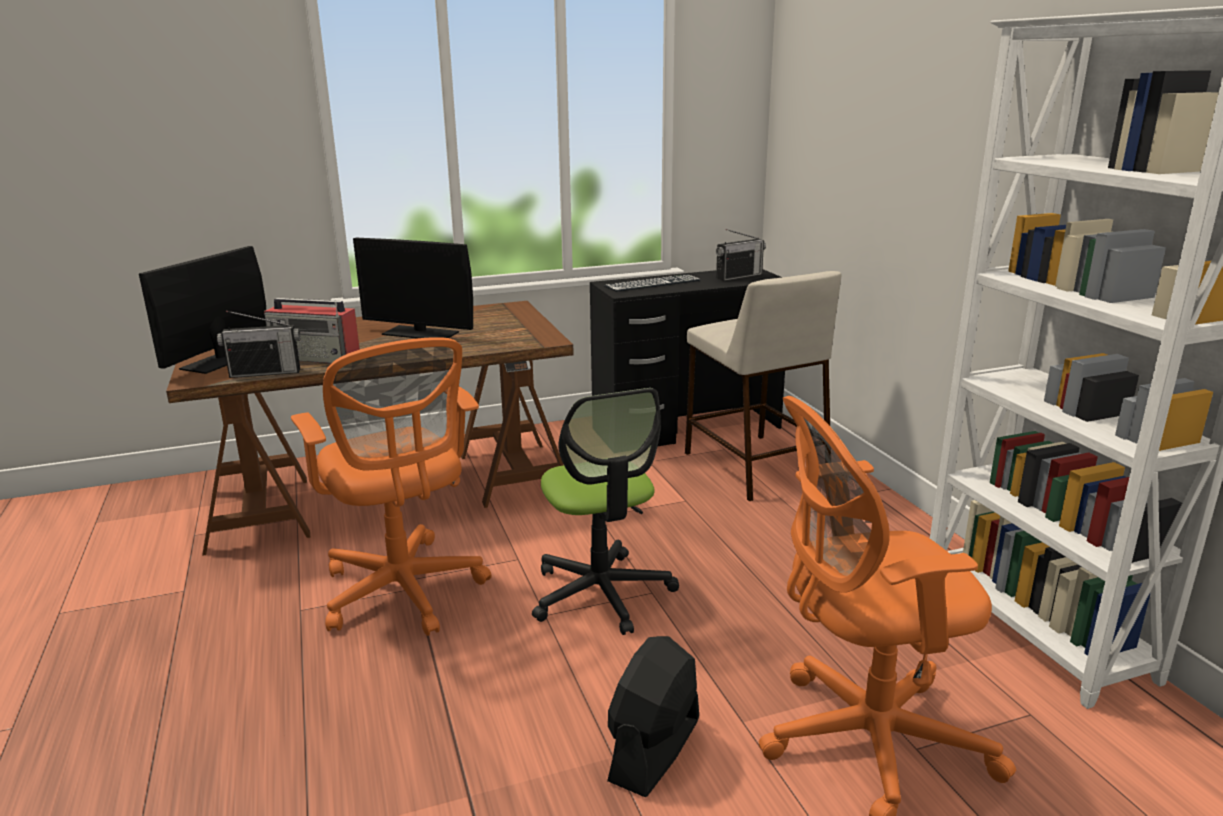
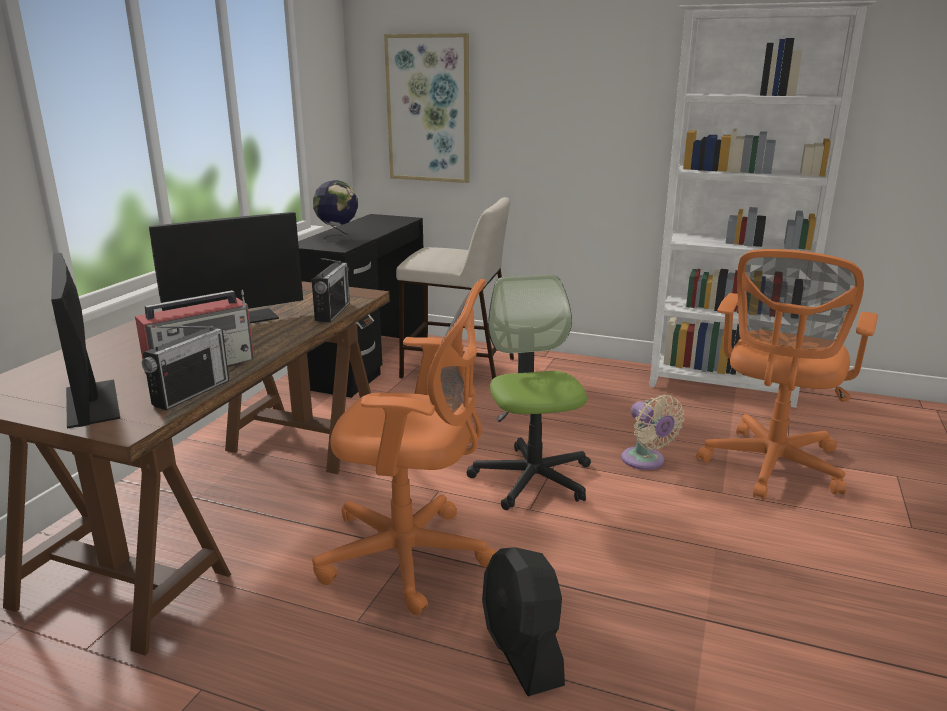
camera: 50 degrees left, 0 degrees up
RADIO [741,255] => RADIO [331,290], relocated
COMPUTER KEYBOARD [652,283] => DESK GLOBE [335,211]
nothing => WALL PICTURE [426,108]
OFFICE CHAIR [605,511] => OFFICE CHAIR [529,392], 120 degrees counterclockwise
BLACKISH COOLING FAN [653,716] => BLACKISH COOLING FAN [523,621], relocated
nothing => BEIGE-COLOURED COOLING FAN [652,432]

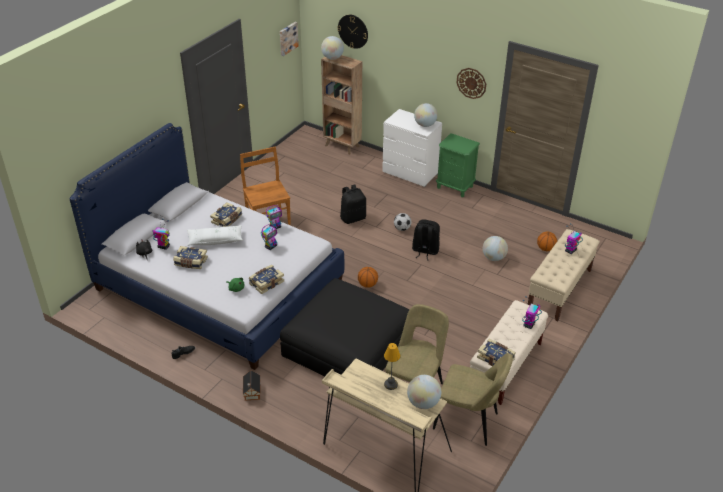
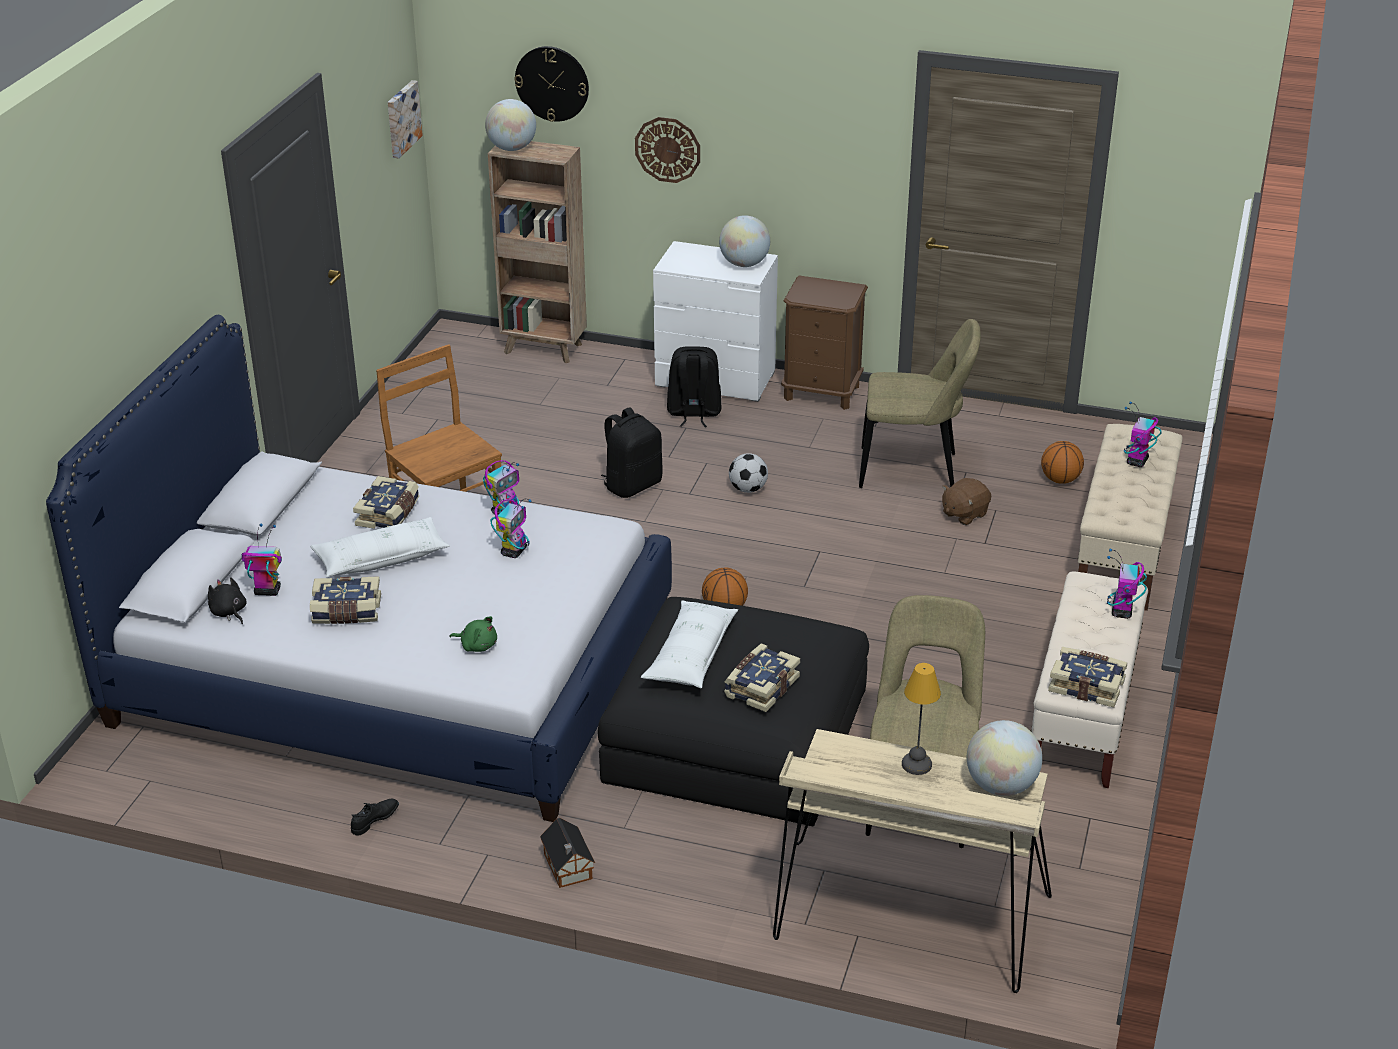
camera: 15 degrees left, 5 degrees down
WALL CLOCK [471,83] => WALL CLOCK [667,150], relocated
nothing => WHITISH CUSHION [689,644]
BLACKISH KNAPSACK [426,240] => BLACKISH KNAPSACK [694,386], relocated
VOLUME [266,279] => VOLUME [762,677], relocated
GREEN BEDSIDE TABLE [458,165] => BROWNISH BEDSIDE TABLE [824,343]
BEIGE-COLOURED PLAIN CHAIR [473,399] => BEIGE-COLOURED PLAIN CHAIR [920,403], relocated
DESK GLOBE [495,248] => BROWNISH CUDDLY TOY [966,501]

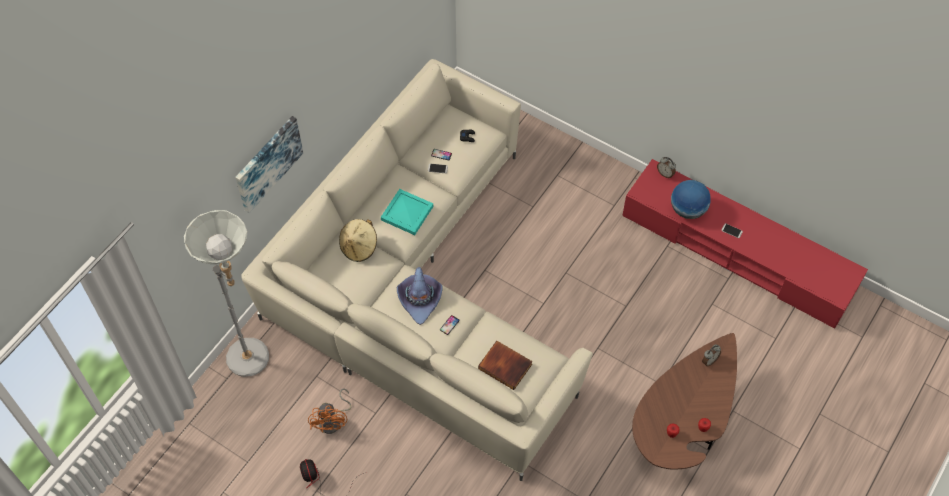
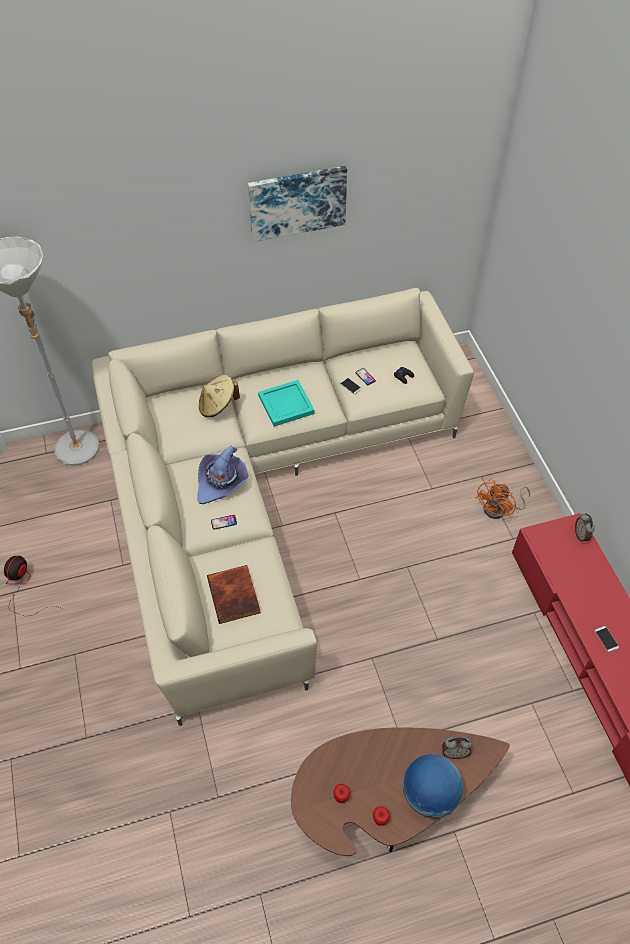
camera: 40 degrees right, 5 degrees down
WALL PICTURE [269,164] => WALL PICTURE [297,204], relocated
DESK GLOBE [691,199] => DESK GLOBE [433,786], relocated
ORANGE-COLOURED COOLING FAN [329,411] => ORANGE-COLOURED COOLING FAN [502,499], relocated

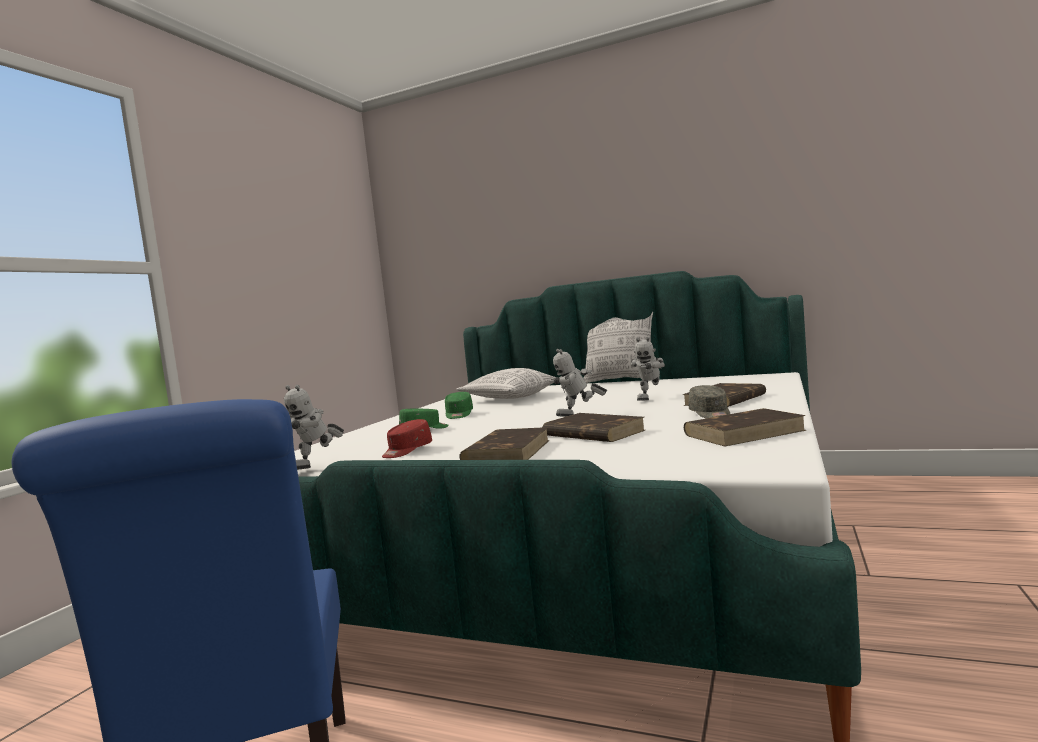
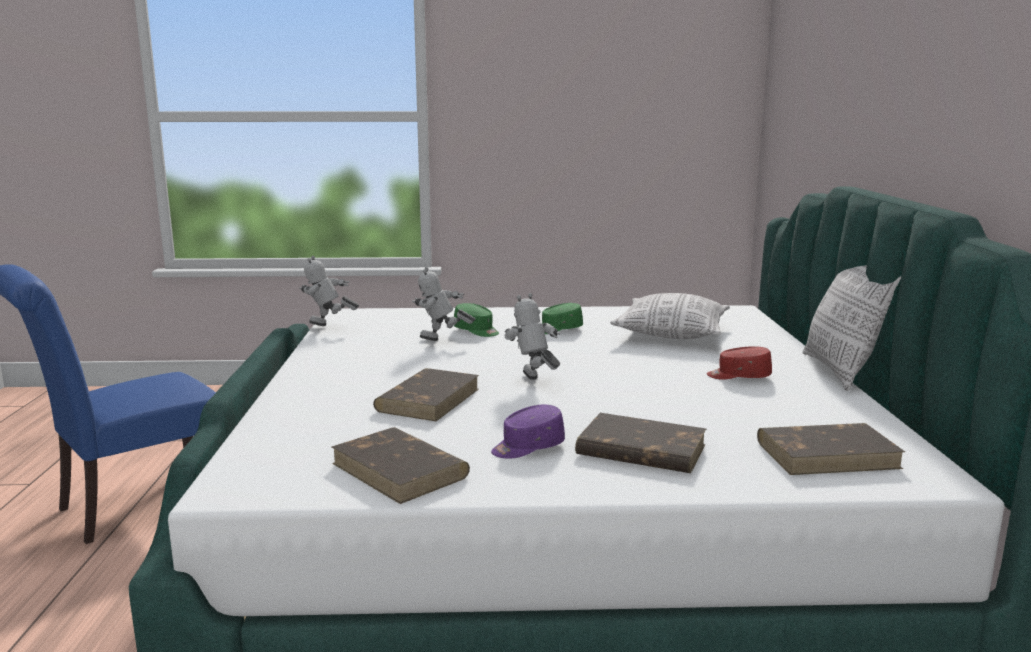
camera: 65 degrees right, 10 degrees up
TOY ROBOT [648,369] => TOY ROBOT [443,304], relocated
GREY PEAKED CAP [709,401] => PURPLE PEAKED CAP [528,432]
RED-COLOURED PEAKED CAP [407,438] => RED-COLOURED PEAKED CAP [739,363], relocated
BROWNISH VOLUME [504,443] => BROWNISH VOLUME [831,449], relocated

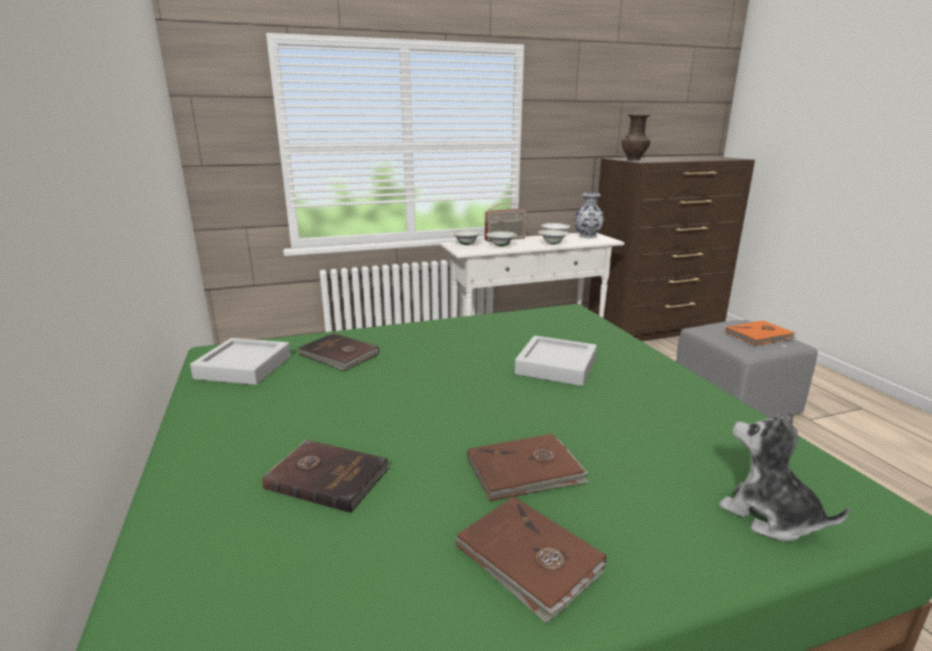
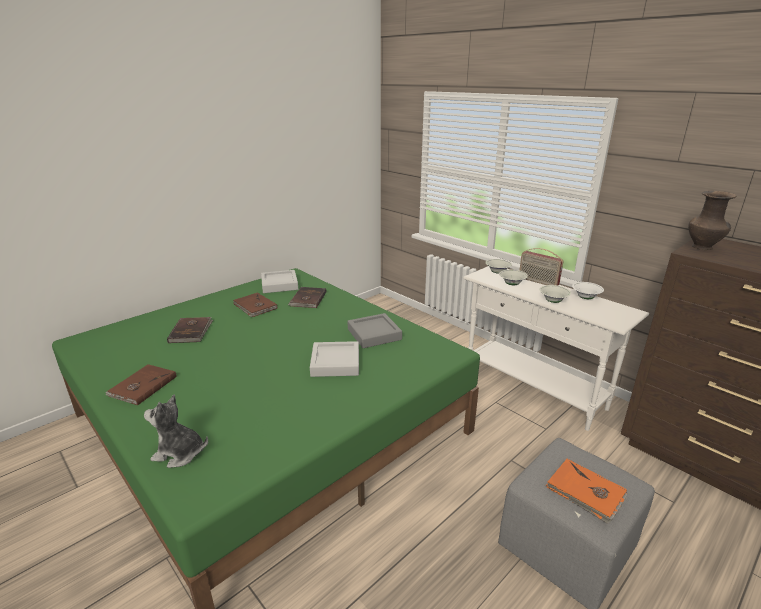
camera: 65 degrees right, 5 degrees up
CUDDLY TOY [784,477] => CUDDLY TOY [176,431], 105 degrees counterclockwise
BROWNISH VOLUME [527,468] => BROWNISH VOLUME [255,304], relocated
nothing => GREY TRAY [375,330]
FLOWER VASE [589,215] => nothing

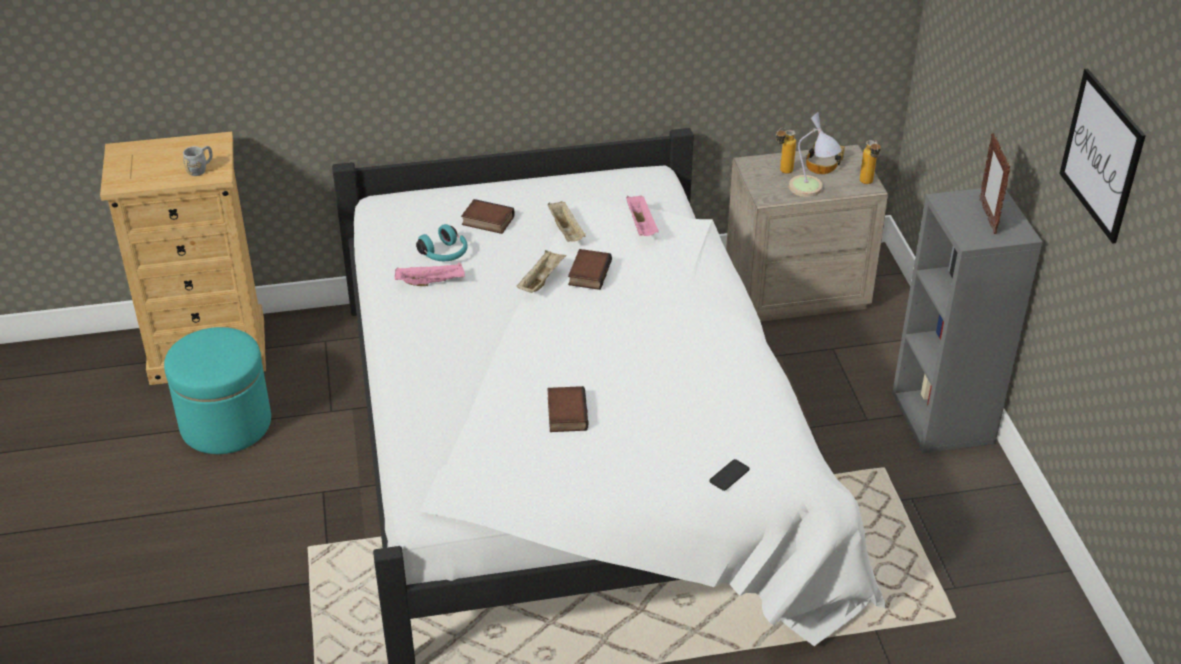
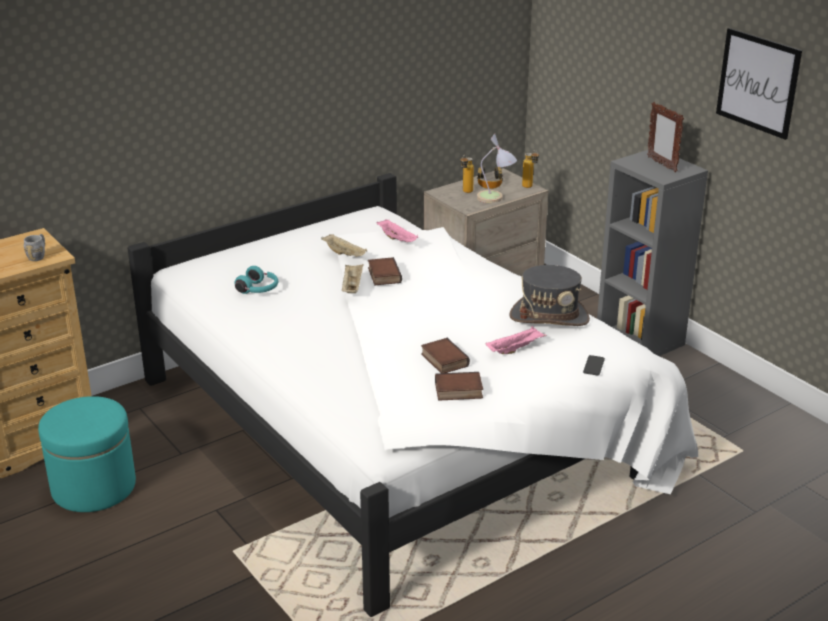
camera: 25 degrees left, 10 degrees down
VOLUME [488,216] => VOLUME [459,386], relocated
PINKISH TRAY [430,274] => PINKISH TRAY [516,340], relocated
nothing => GREY HAT [549,295]

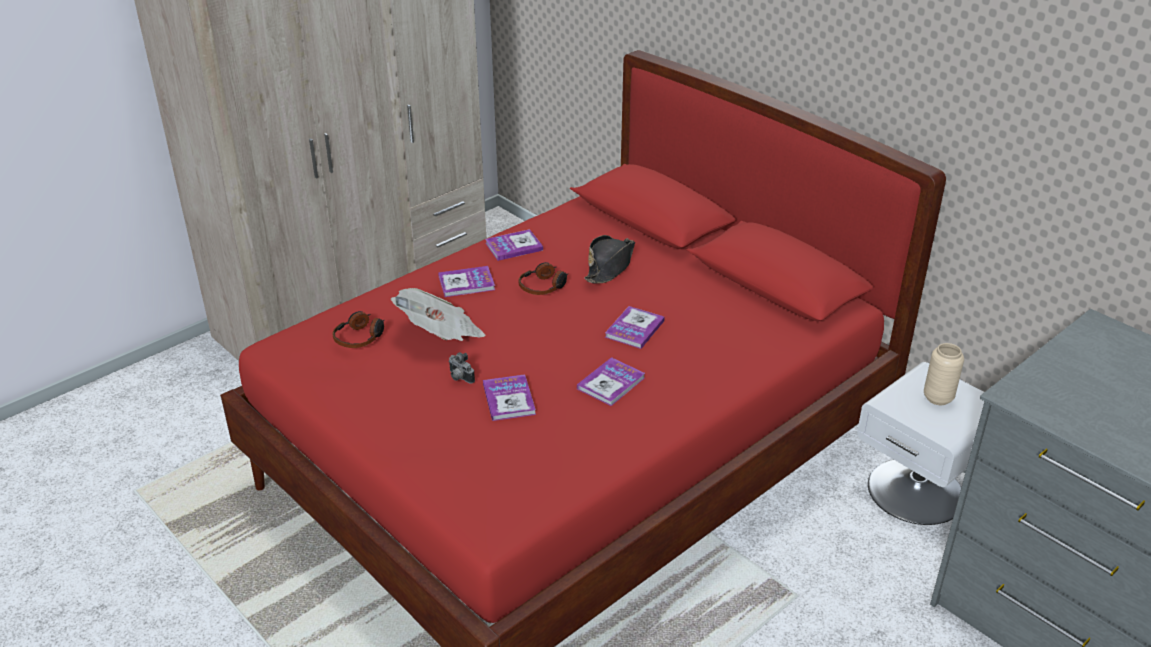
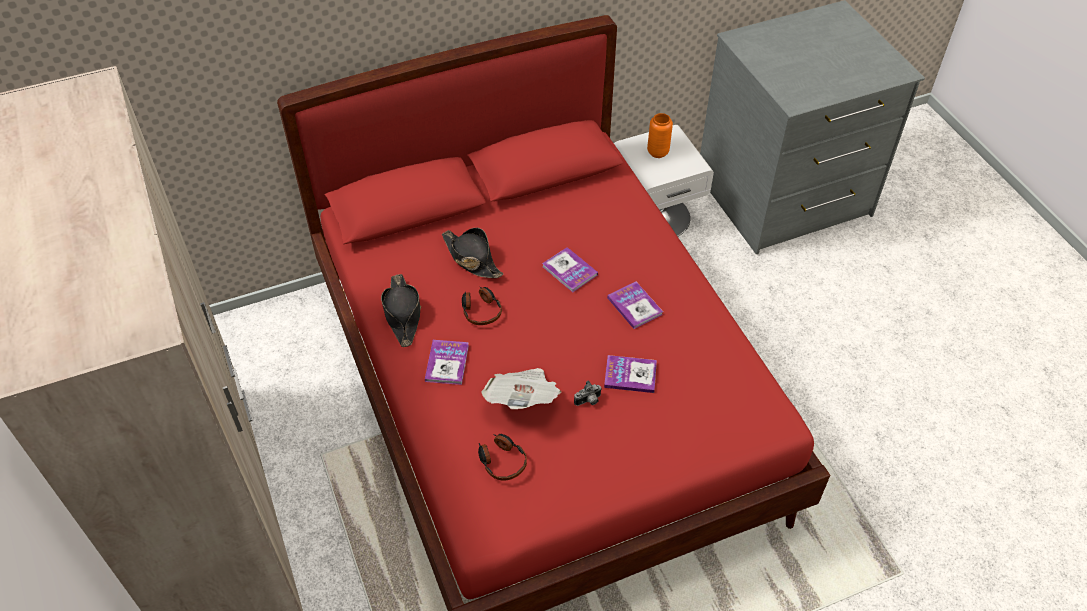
camera: 70 degrees left, 15 degrees up
VOLUME [514,245] => BLACKISH HAT [401,310]
BEIGE-COLOURED FLOWER VASE [944,374] => ORANGE-COLOURED FLOWER VASE [660,135]

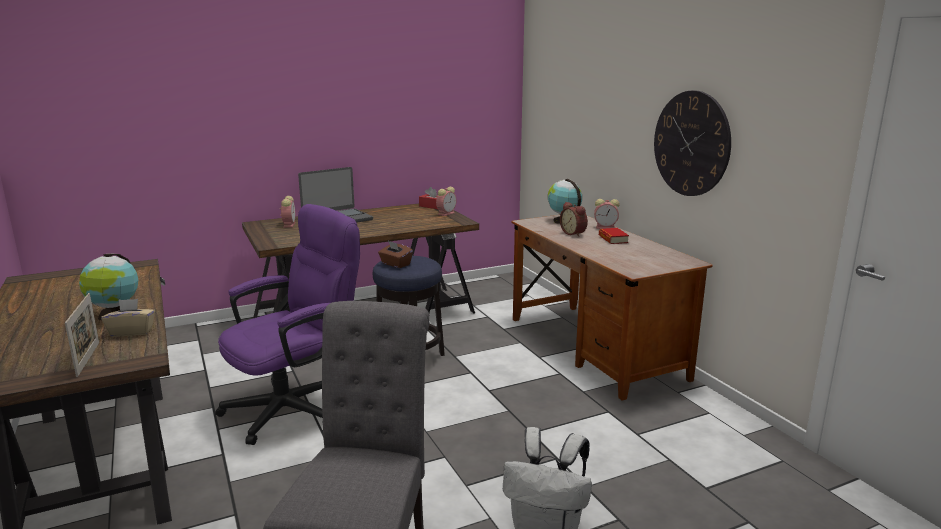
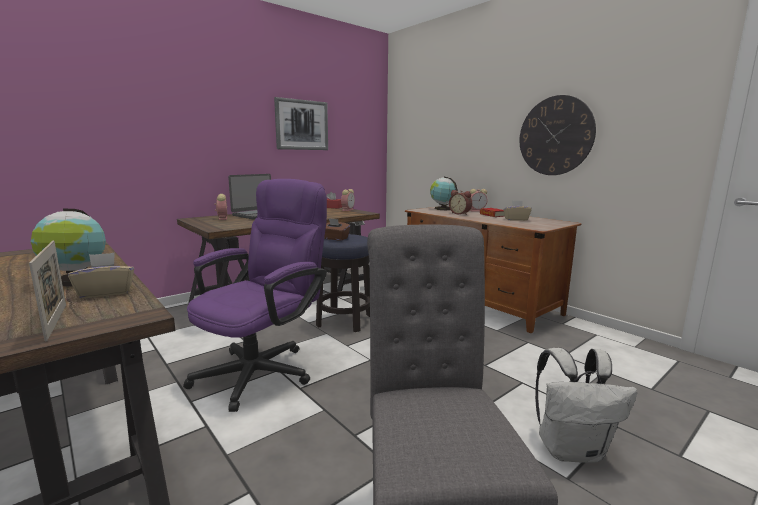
camera: 15 degrees left, 5 degrees down
nothing => WALL PICTURE [301,123]
nothing => BEIGE-COLOURED TISSUE BOX [517,210]

